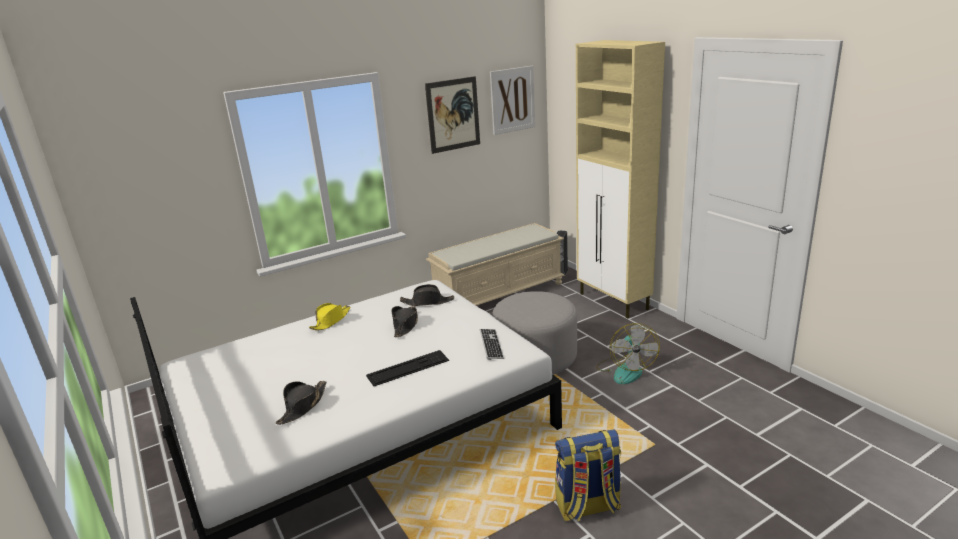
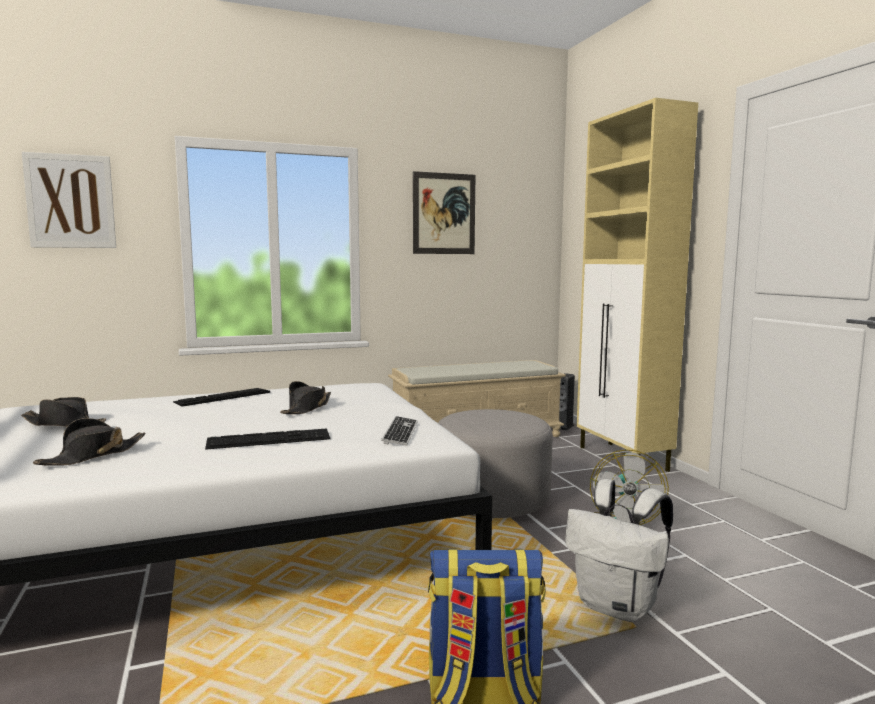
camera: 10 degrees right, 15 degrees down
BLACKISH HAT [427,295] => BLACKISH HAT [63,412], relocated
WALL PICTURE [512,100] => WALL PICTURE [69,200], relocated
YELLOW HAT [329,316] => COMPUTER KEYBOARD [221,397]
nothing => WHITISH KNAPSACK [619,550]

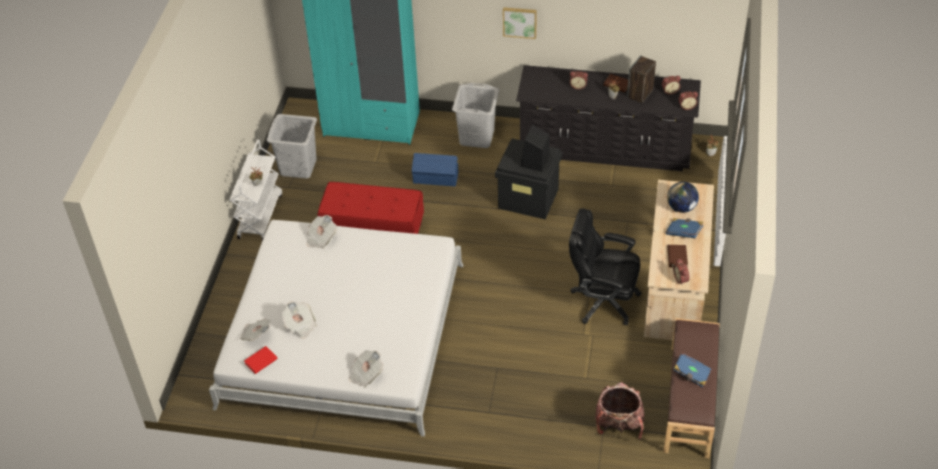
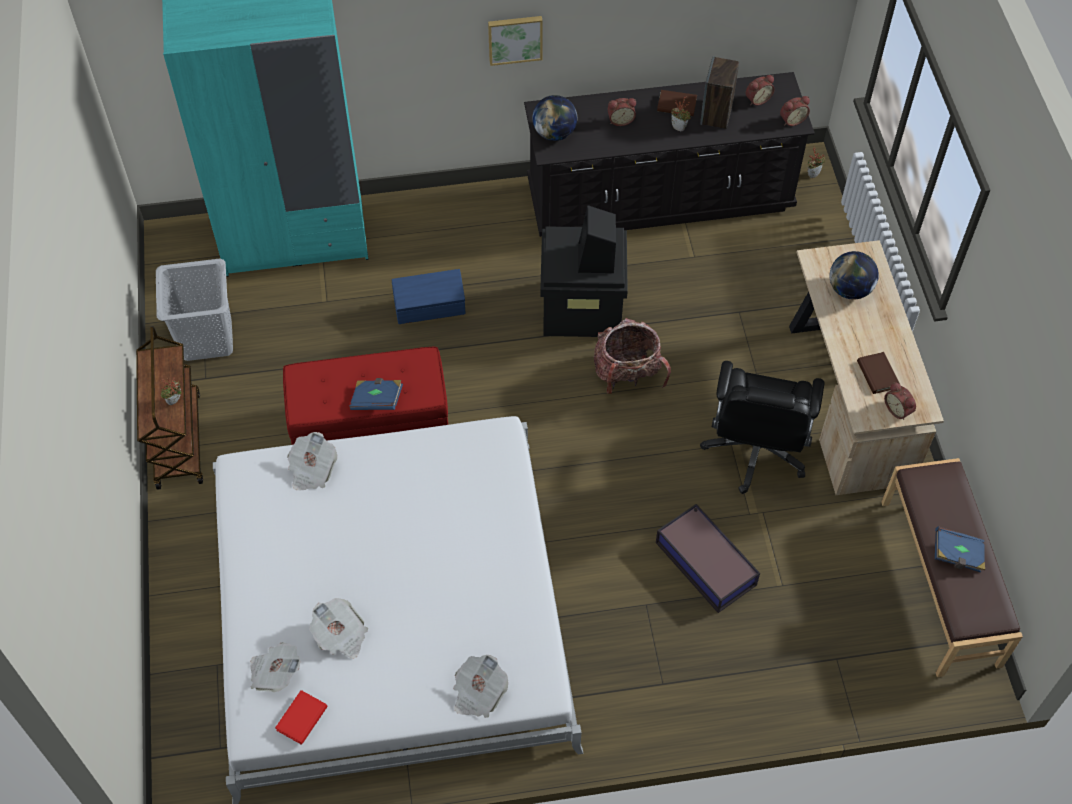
camera: 20 degrees left, 10 degrees up
WHITISH TROLLEY [256,190] => BROWNISH TROLLEY [169,408]
BLUE VOLUME [684,228] => BLUE VOLUME [376,394], relocated
nothing => DESK GLOBE [554,118]
KNAPSACK [620,411] => KNAPSACK [632,356], relocated
nothing => STORAGE BIN [708,558]
BLACKISH OFFICE CHAIR [605,267] => BLACKISH OFFICE CHAIR [762,427], 75 degrees counterclockwise
GREY LAUNDRY BASKET [475,115] => nothing

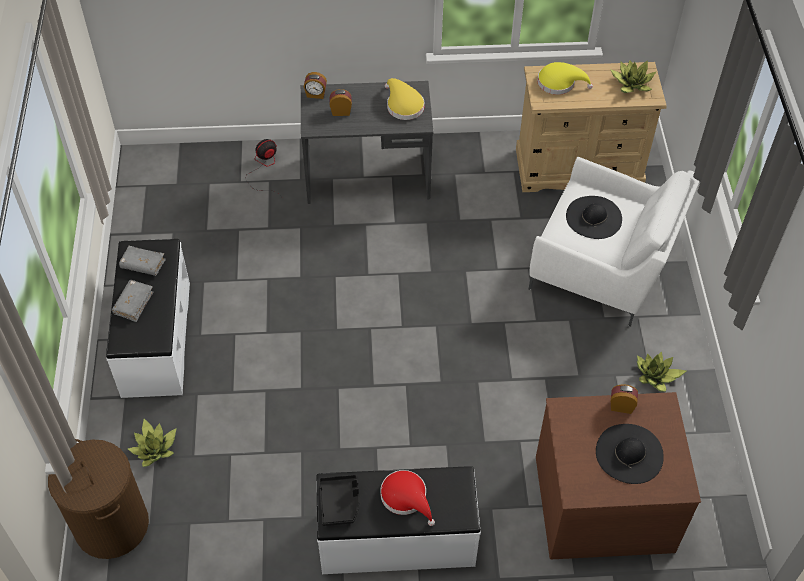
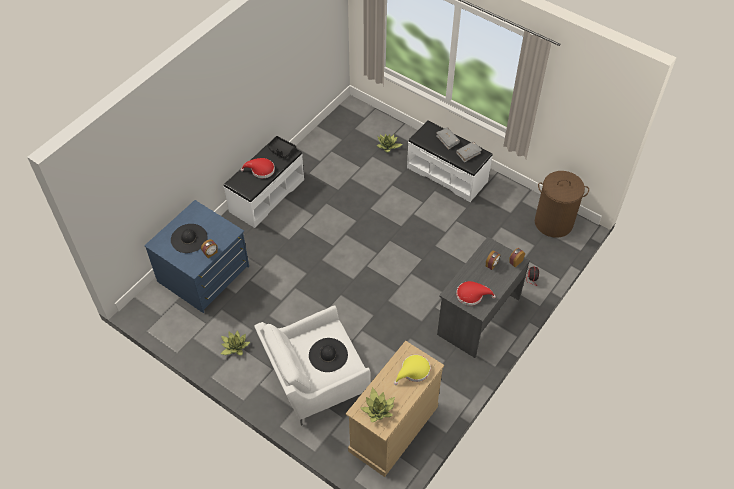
camera: 130 degrees right, 0 degrees up
BROWNISH DRESSER [618,475] => BLUE DRESSER [196,256]
YELLOW HAT [405,99] => RED-COLOURED HAT [476,293]
BROWNISH LAUNDRY BASKET [98,499] => BROWNISH LAUNDRY BASKET [562,204], relocated

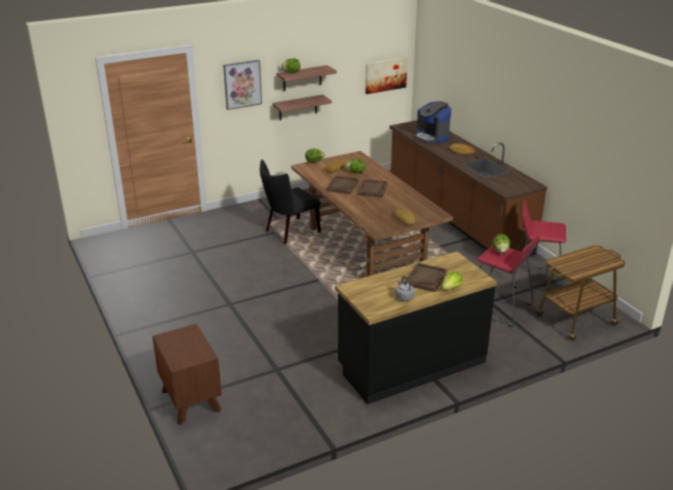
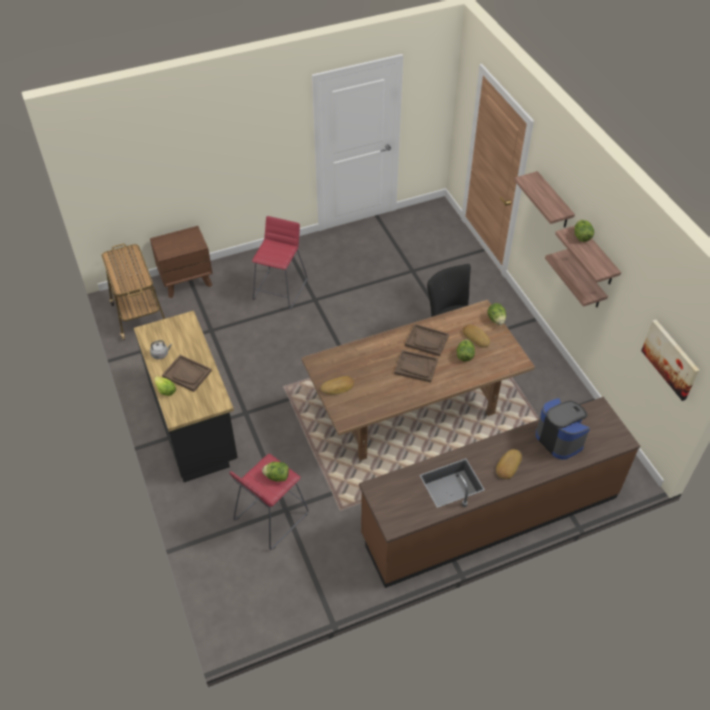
camera: 95 degrees right, 20 degrees up
TROLLEY [581,293] => TROLLEY [133,292], relocated
RED-COLOURED SITTING STOOL [538,245] => RED-COLOURED SITTING STOOL [279,262], relocated
WALL PICTURE [242,85] => BRACKET SHELF [544,199]
COFFEE MACHINE [433,122] => COFFEE MACHINE [563,429], 90 degrees clockwise

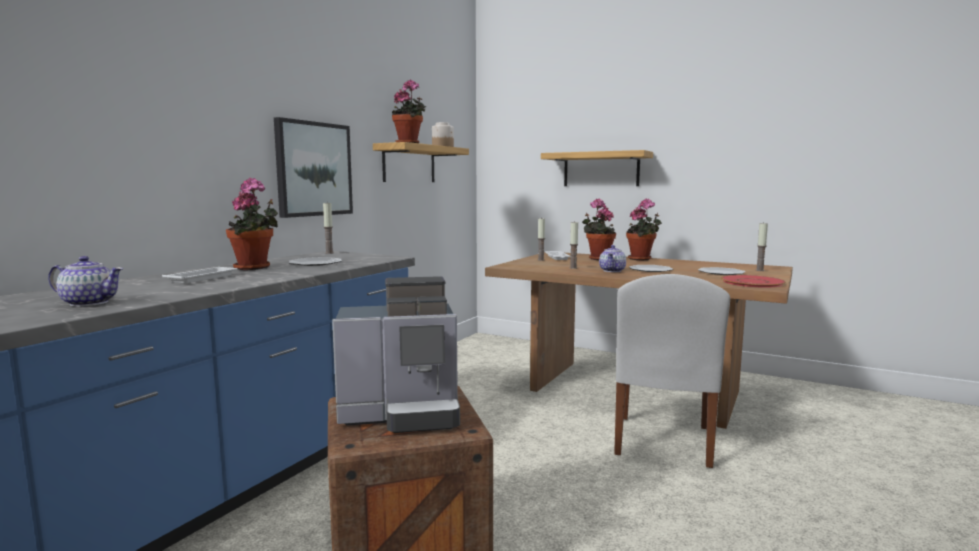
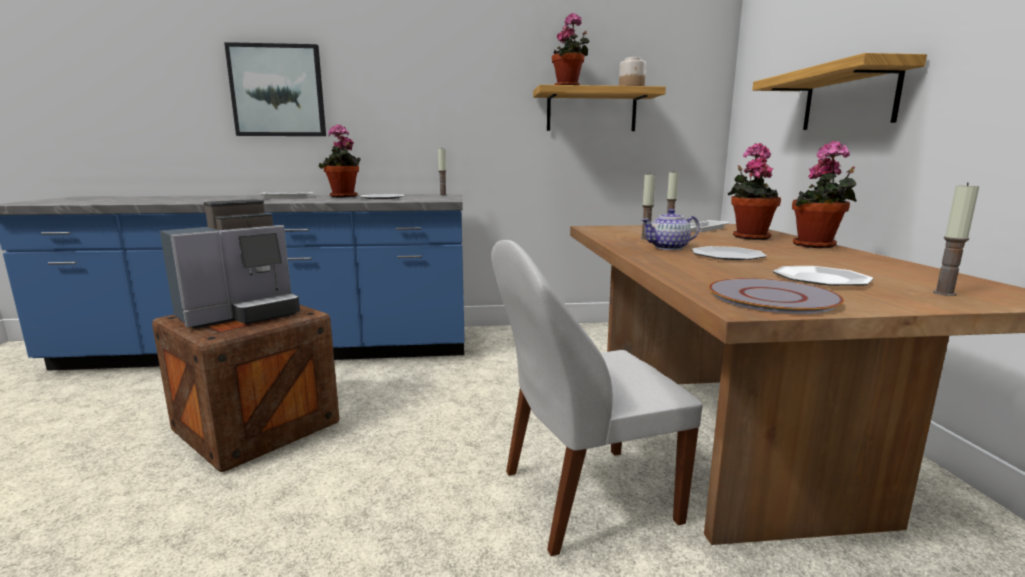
camera: 55 degrees right, 5 degrees up
COFFEE MACHINE [396,354] => COFFEE MACHINE [230,264], 90 degrees counterclockwise
WALL PICTURE [313,167] => WALL PICTURE [275,89], relocated
RED-COLOURED PLATE [753,281] => GREY PLATE [776,296]
TEAPOT [85,281] => nothing

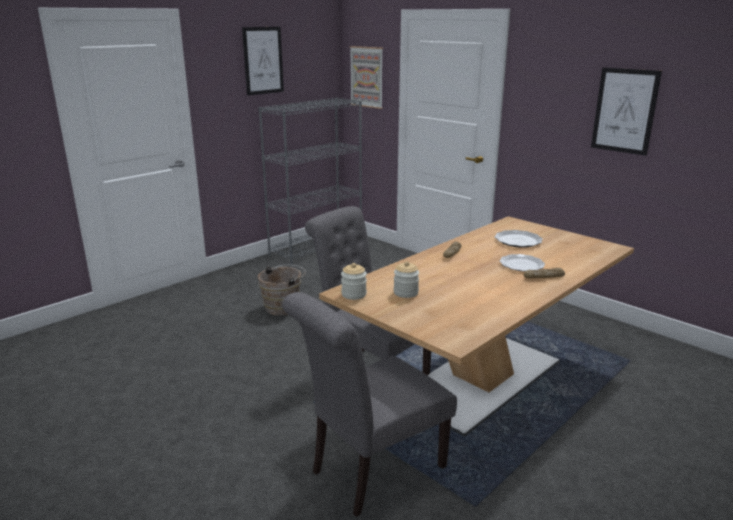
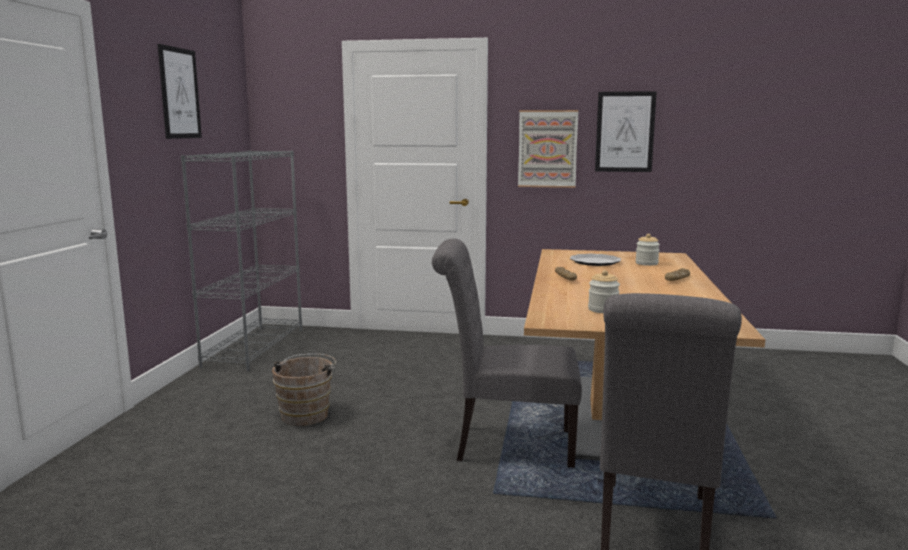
camera: 35 degrees left, 10 degrees down
WALL PICTURE [366,77] => WALL PICTURE [548,149], relocated
JAR [354,281] => JAR [647,250], relocated
PLATE [522,262] => nothing

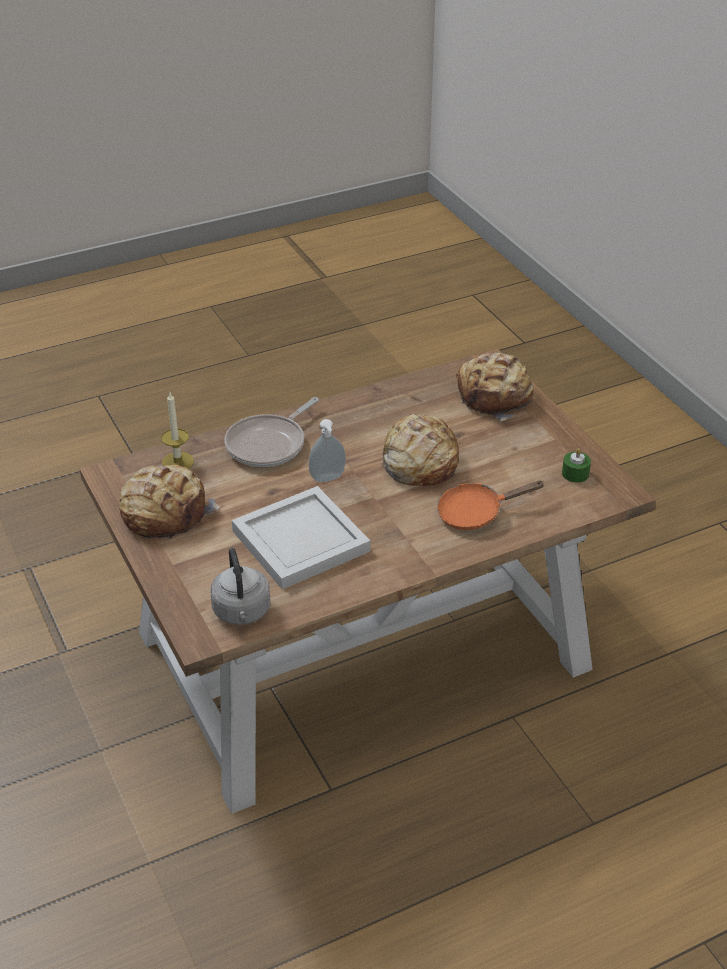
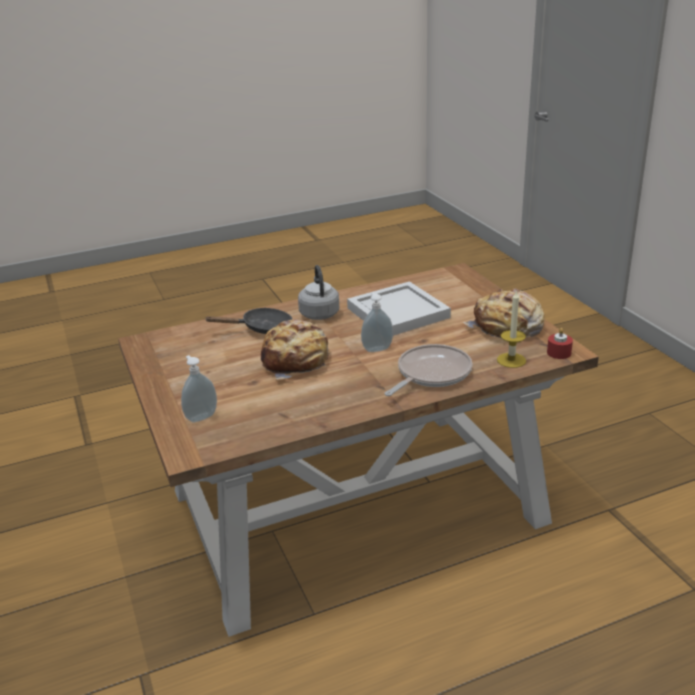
camera: 175 degrees left, 10 degrees down
BAKERY BREAD [495,386] => SOAP DISPENSER [199,388]
ORANGE-COLOURED PAN [491,505] => BLACKISH PAN [249,320]
GREY TEA KETTLE [241,586] => GREY TEA KETTLE [319,292], relocated
nothing => RED-COLOURED WAX CANDLE [560,343]
GREEN WAX CANDLE [576,465] => nothing

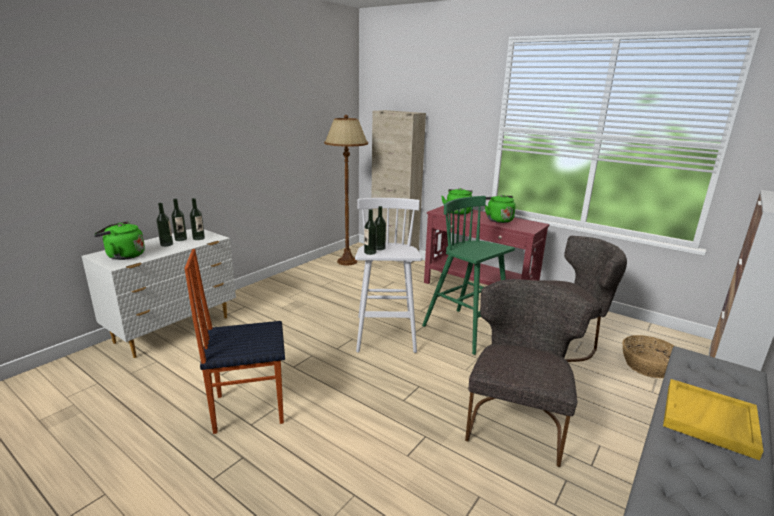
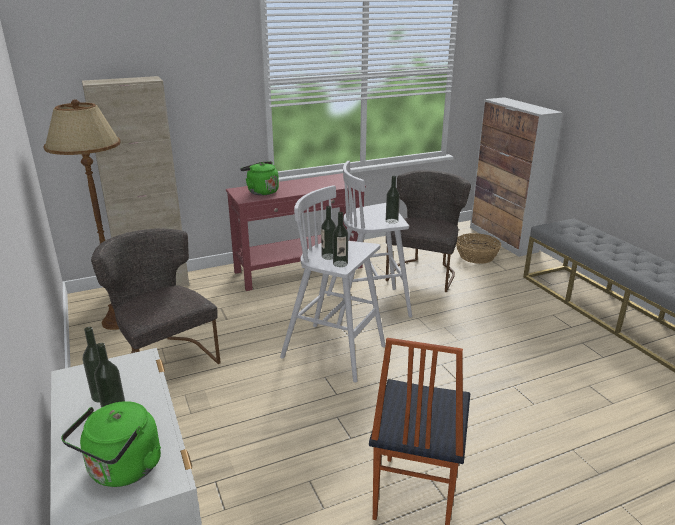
camera: 60 degrees left, 5 degrees up
GREY PLAIN CHAIR [529,373] => GREY PLAIN CHAIR [156,296], relocated
GREEN SITTING STOOL [468,275] => WHITISH SITTING STOOL [369,243]
DRINK BOTTLE [197,219] => DRINK BOTTLE [393,200], relocated
GREEN TEA KETTLE [500,209] => nothing
YELLOW TRAY [713,419] => nothing

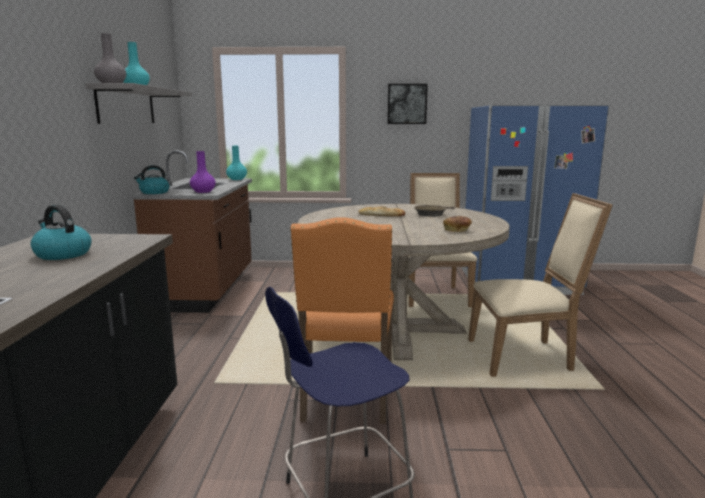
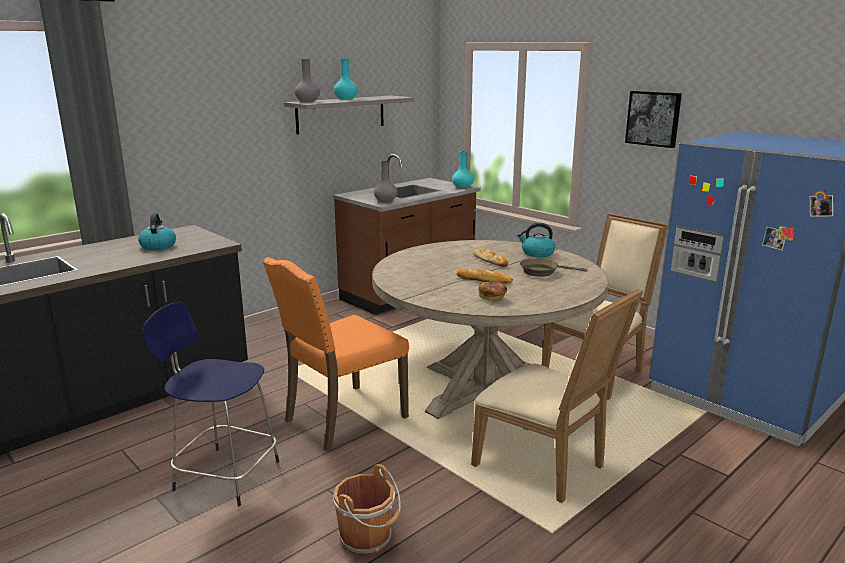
camera: 45 degrees right, 5 degrees up
nothing => BROWNISH PAIL [367,509]
PURPLE FLOWER VASE [203,172] => GREY FLOWER VASE [386,181]
nothing => BAKERY BREAD [485,276]
TEA KETTLE [151,179] => TEA KETTLE [536,240], relocated

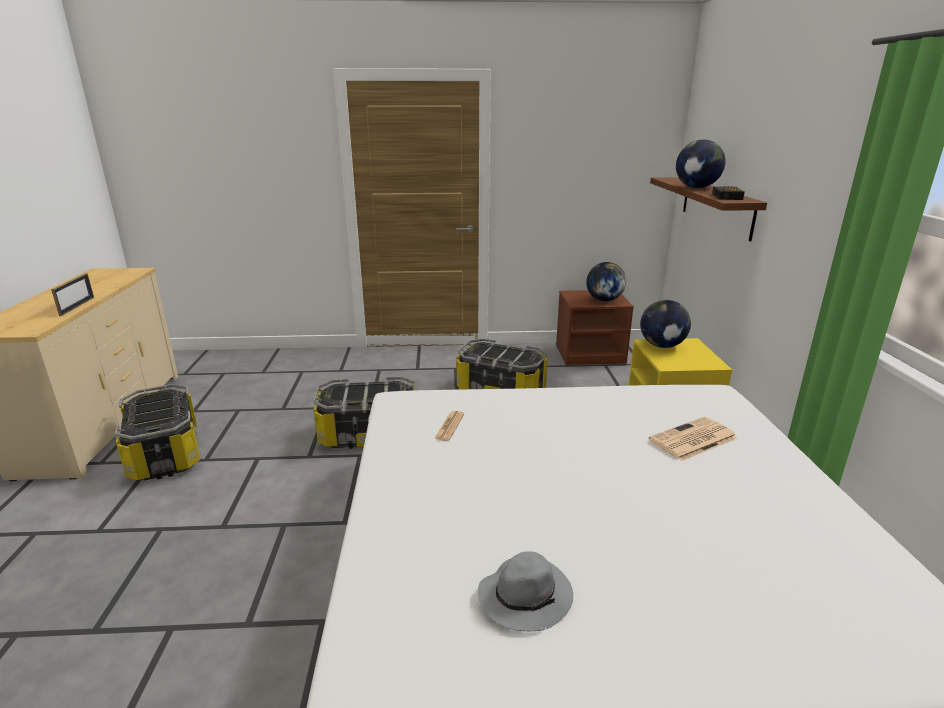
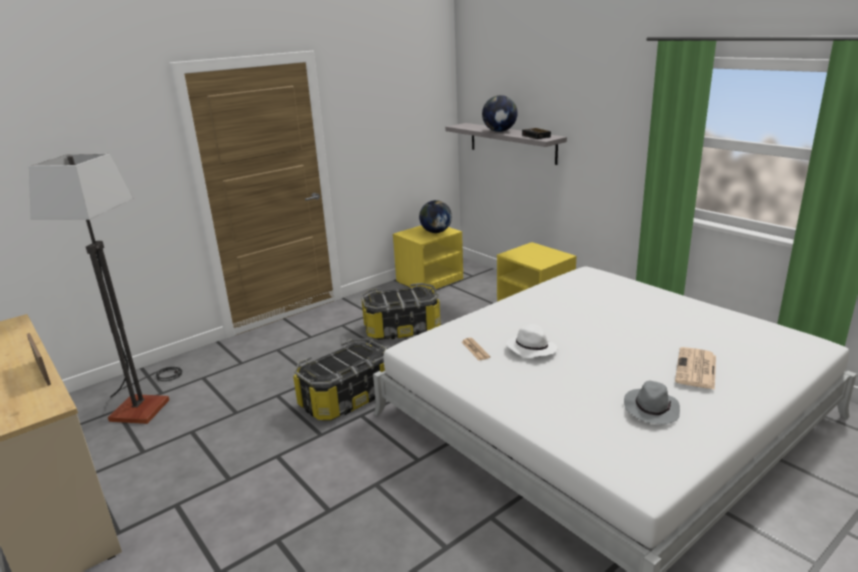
camera: 35 degrees left, 0 degrees up
nothing => STANDARD LAMP [105,289]
BROWNISH BEDSIDE TABLE [595,327] => YELLOW BEDSIDE TABLE [428,257]
BROWNISH BRACKET SHELF [708,209] => GREY BRACKET SHELF [506,144]
nothing => WHITISH HAT [532,341]
DAILY PAPER [693,439] => DAILY PAPER [695,368], relocated
STORAGE BIN [157,432] => nothing
DESK GLOBE [665,324] => nothing

